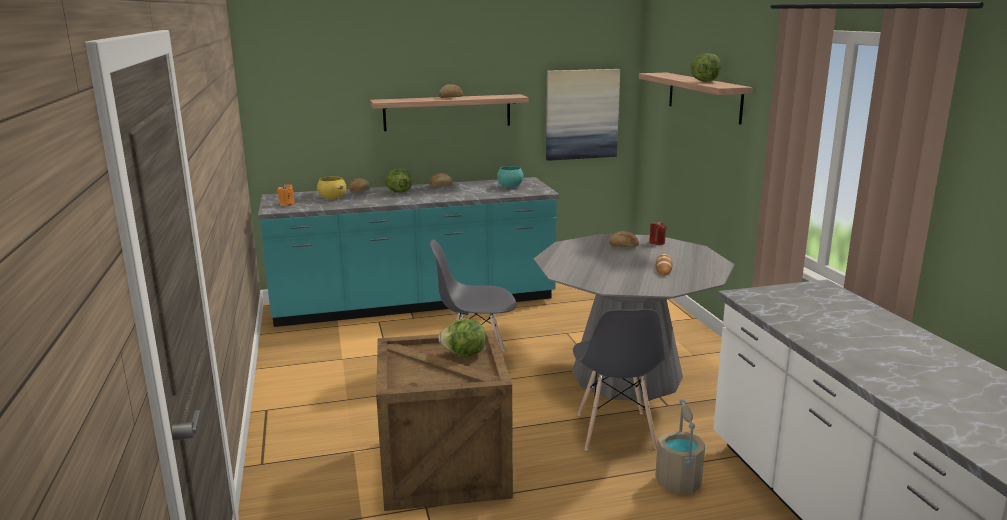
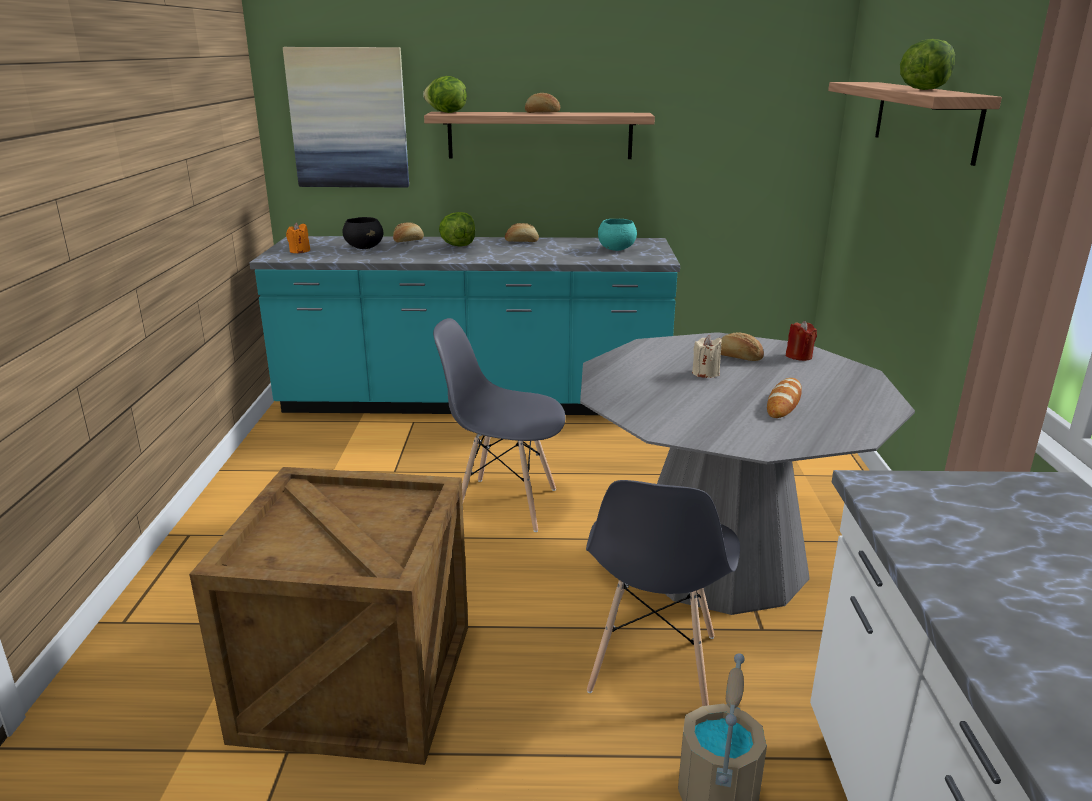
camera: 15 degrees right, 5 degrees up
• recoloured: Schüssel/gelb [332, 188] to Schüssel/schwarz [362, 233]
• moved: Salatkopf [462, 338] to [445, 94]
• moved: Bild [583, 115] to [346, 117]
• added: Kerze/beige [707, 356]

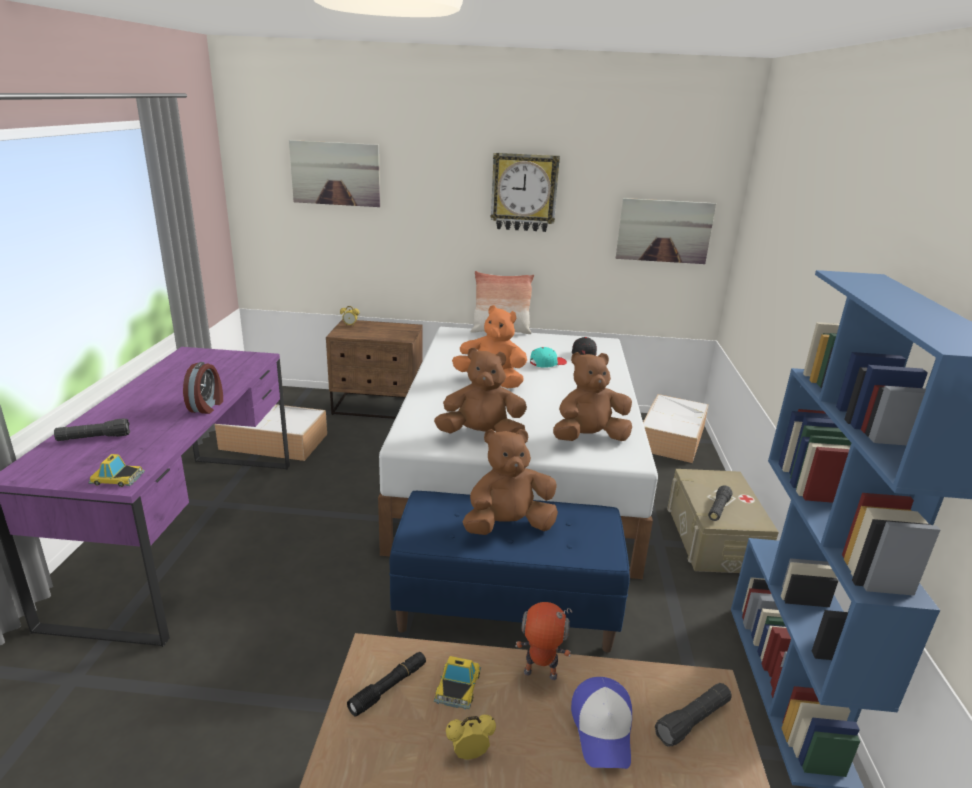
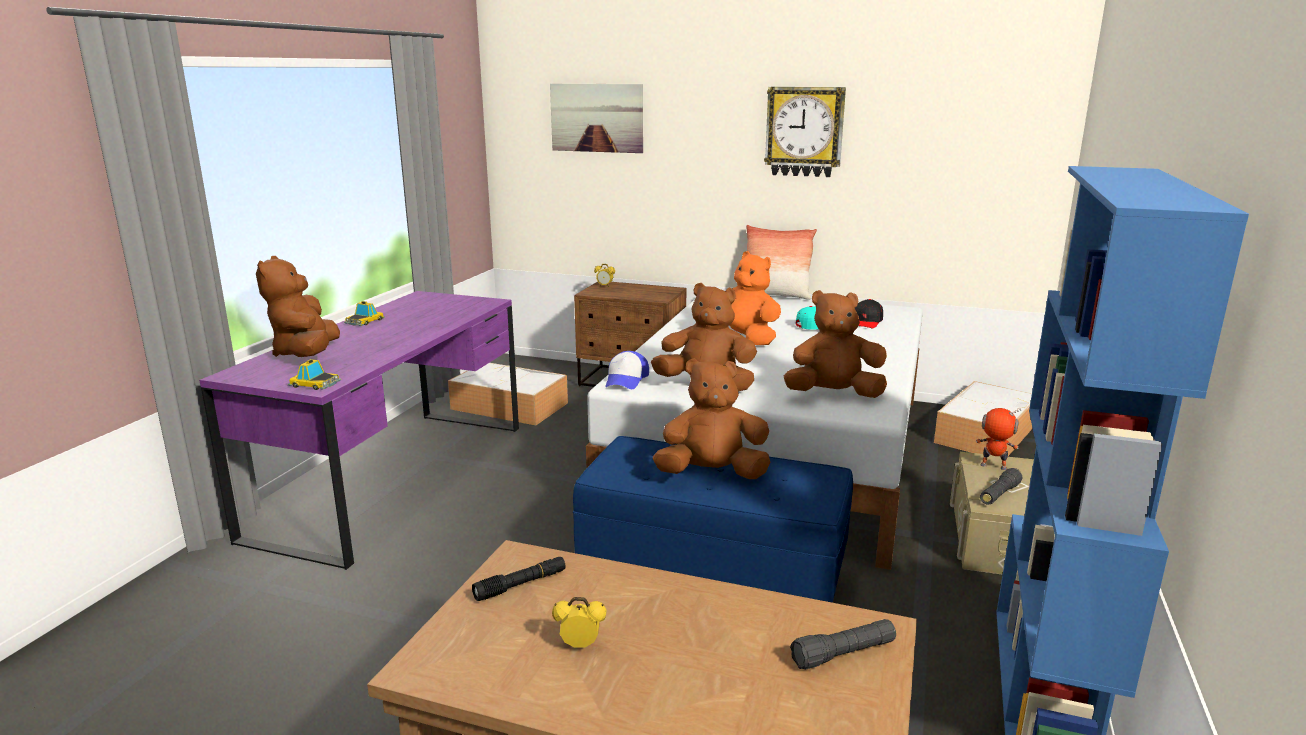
camera: 15 degrees right, 5 degrees down
• replaced: Taschenlampe/schwarz [92, 429] to Plüschtier/braun [298, 306]
• removed: Wecker [203, 388]
• moved: Spielzeugauto [457, 683] to [364, 313]
• moved: Spielzeugroboter [543, 641] to [998, 439]
• moved: Kappe [601, 723] to [627, 370]
• removed: Bild [666, 231]

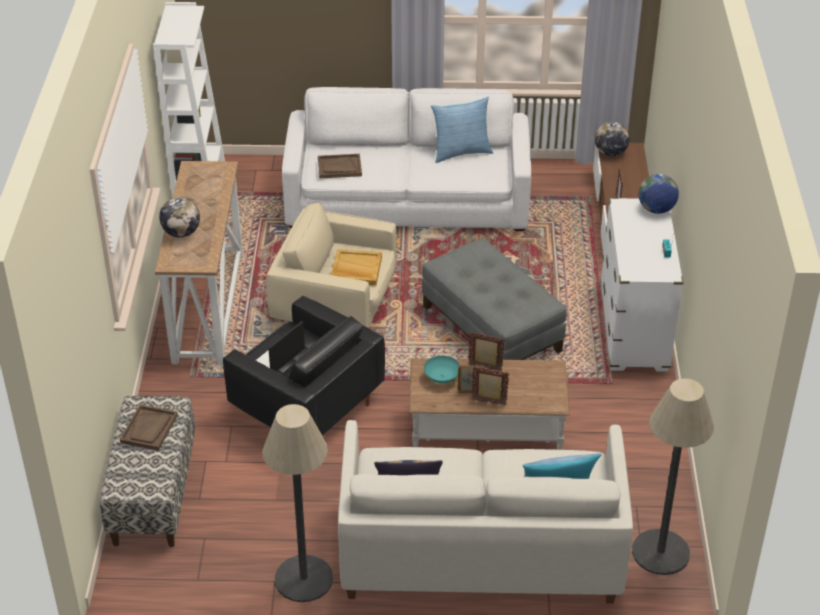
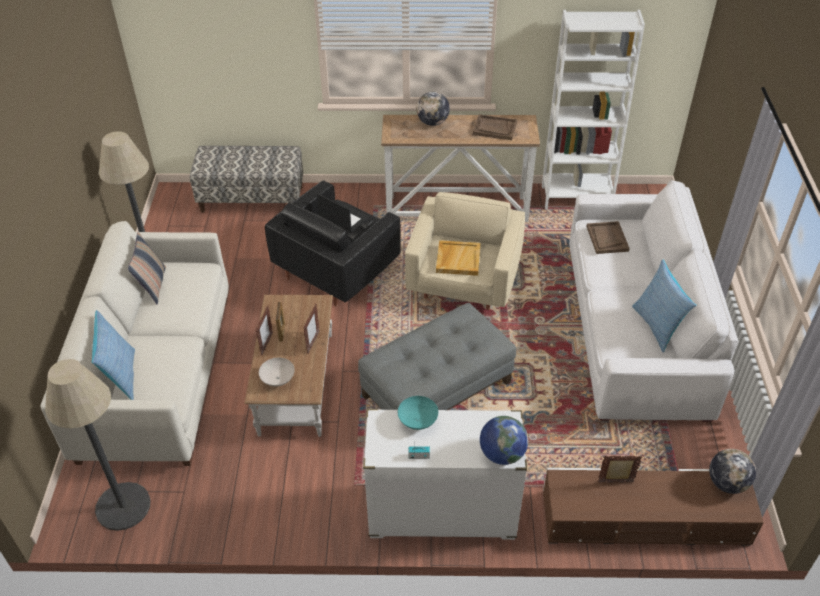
camera: 90 degrees right, 5 degrees up
• moved: Tablett/braun [149, 427] to [495, 127]
• moved: Schüssel/türkis [442, 369] to [418, 413]
• added: Schüssel/weiß [277, 372]

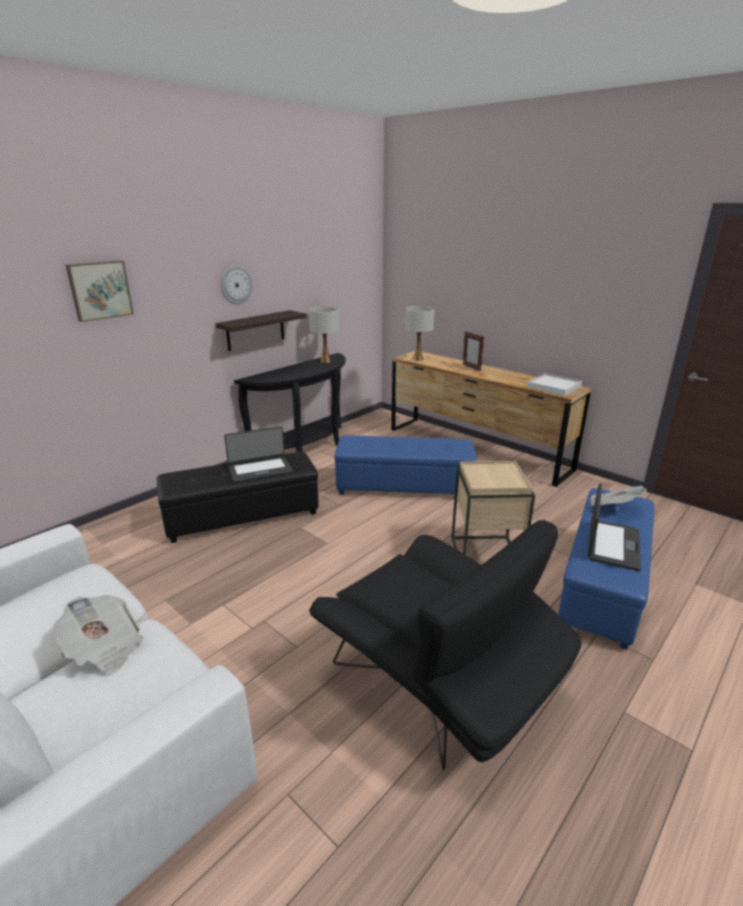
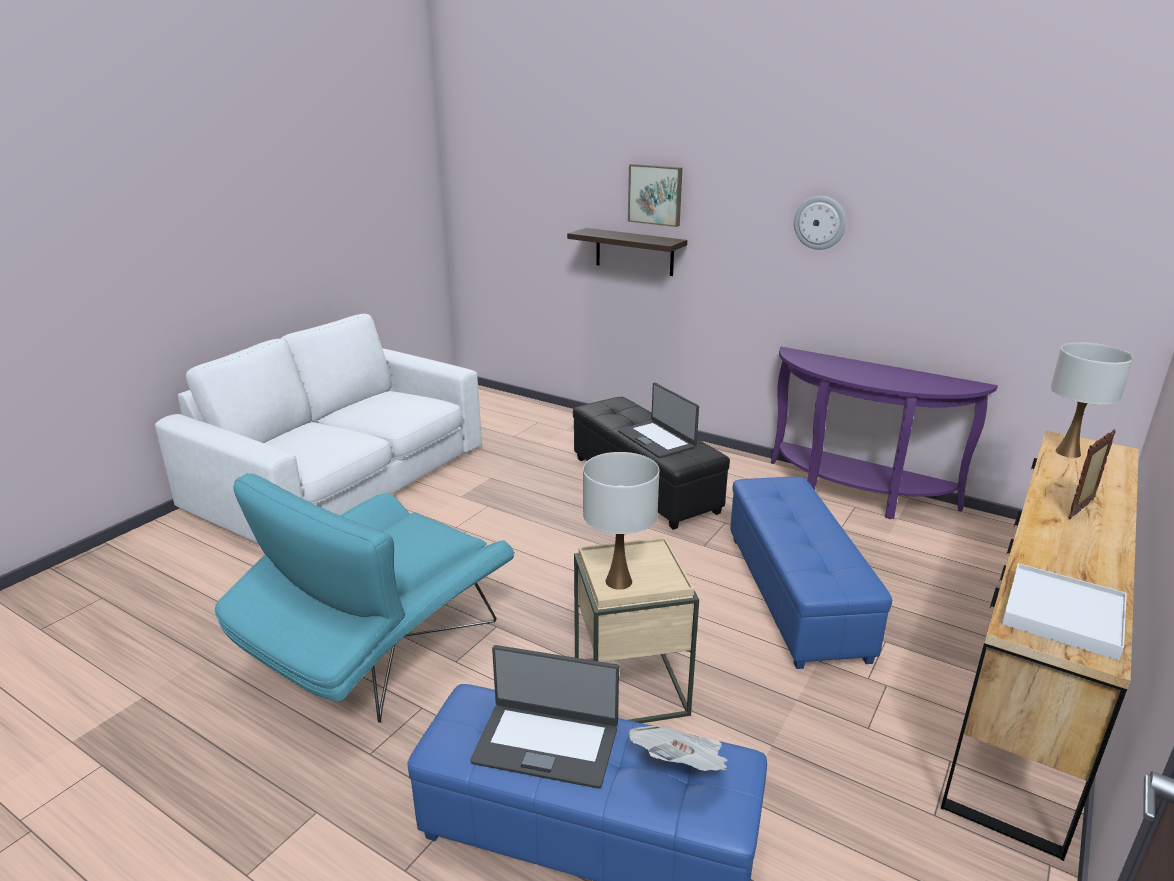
camera: 80 degrees right, 0 degrees up
• removed: Zeitung [98, 634]
• moved: Wandregal [261, 330] to [627, 252]
• recoloured: Konsolentisch/schwarz [290, 402] to Konsolentisch/lila [884, 433]
• moved: Tischlampe/weiß [324, 335] to [621, 521]
• recoloured: Sessel/schwarz [445, 645] to Sessel/türkis [364, 598]

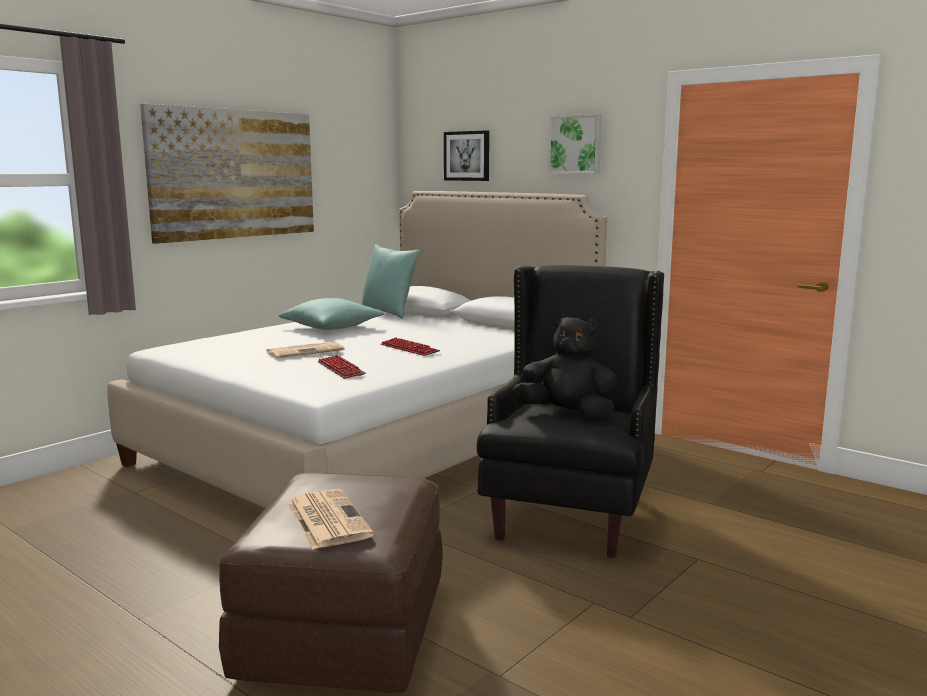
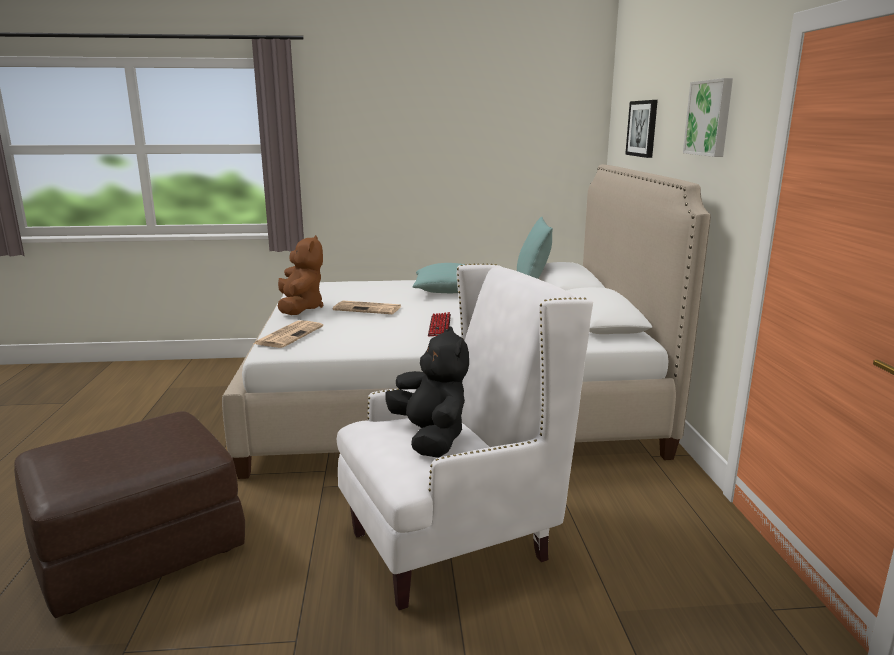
camera: 45 degrees right, 5 degrees up
• removed: Bild [227, 174]
• moved: Zeitung [330, 519] to [288, 334]
• removed: Tastatur [342, 367]
• recoloured: Sessel/schwarz [570, 411] to Sessel/weiß [465, 437]
• added: Plüschtier/braun [300, 275]

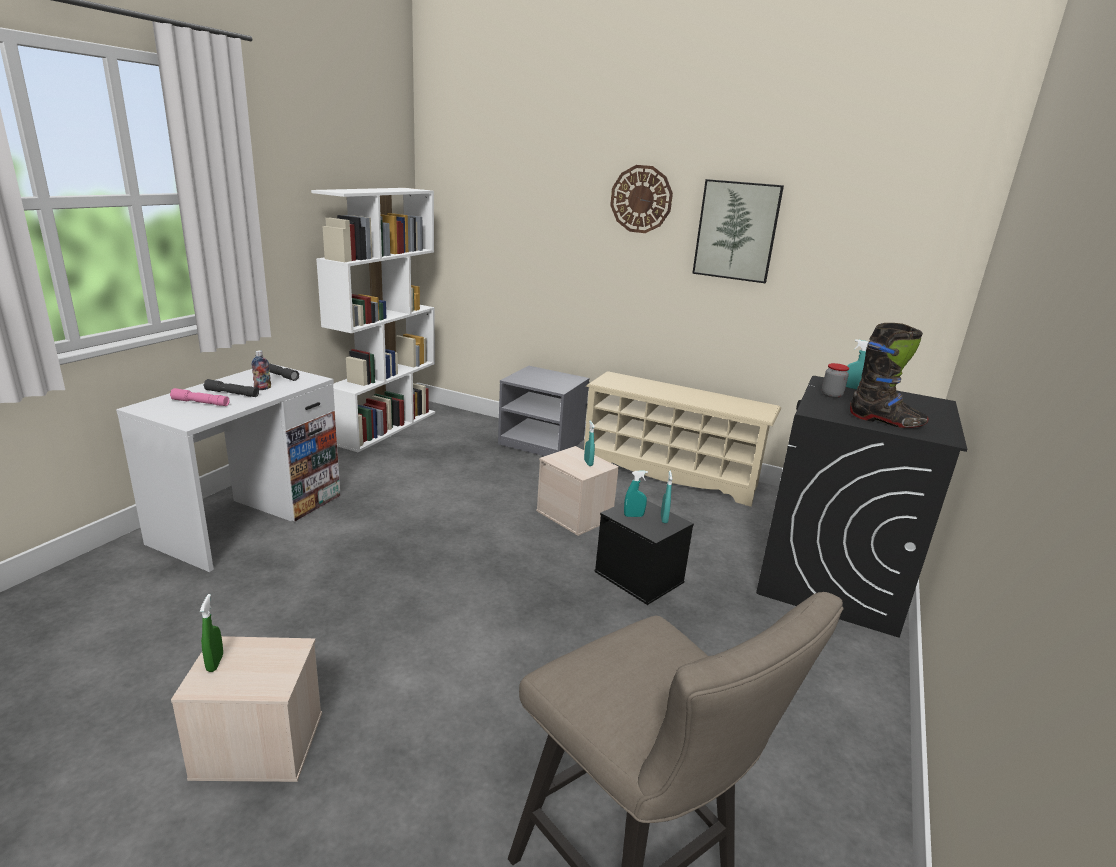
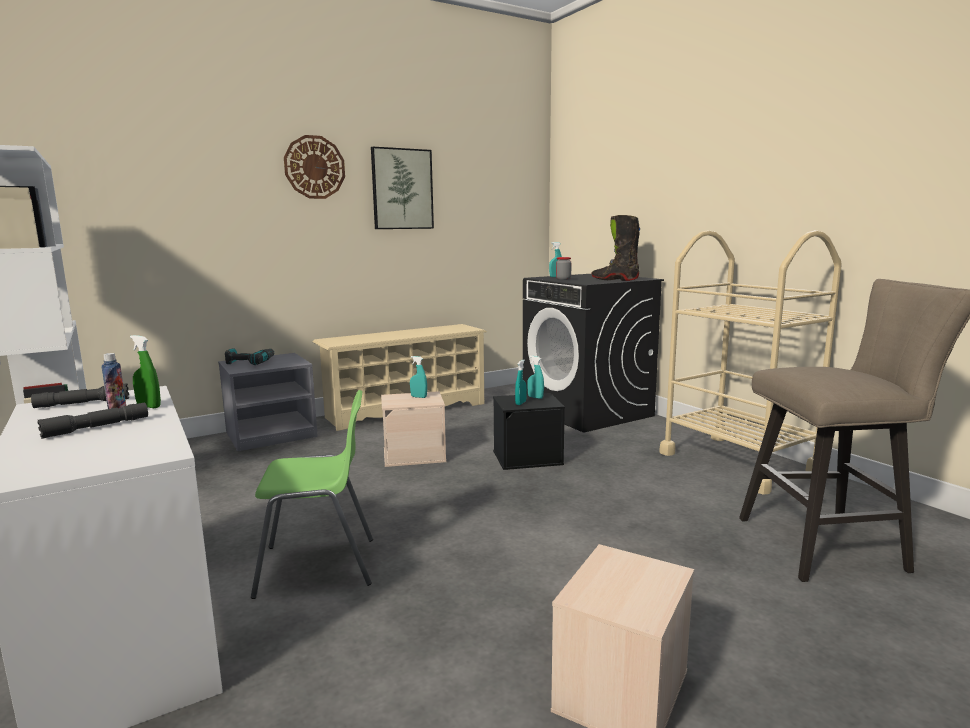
camera: 55 degrees left, 10 degrees down
• removed: Taschenlampe/rosa [200, 397]
• moved: Sprühflasche/grün [211, 633] to [145, 371]
• turned: Stiefel/schwarz [889, 375] = [616, 248] 120 degrees counterclockwise
• added: Bohrmaschine [250, 357]
• added: Stuhl/grün [312, 494]
• added: Rollwagen/beige [750, 362]

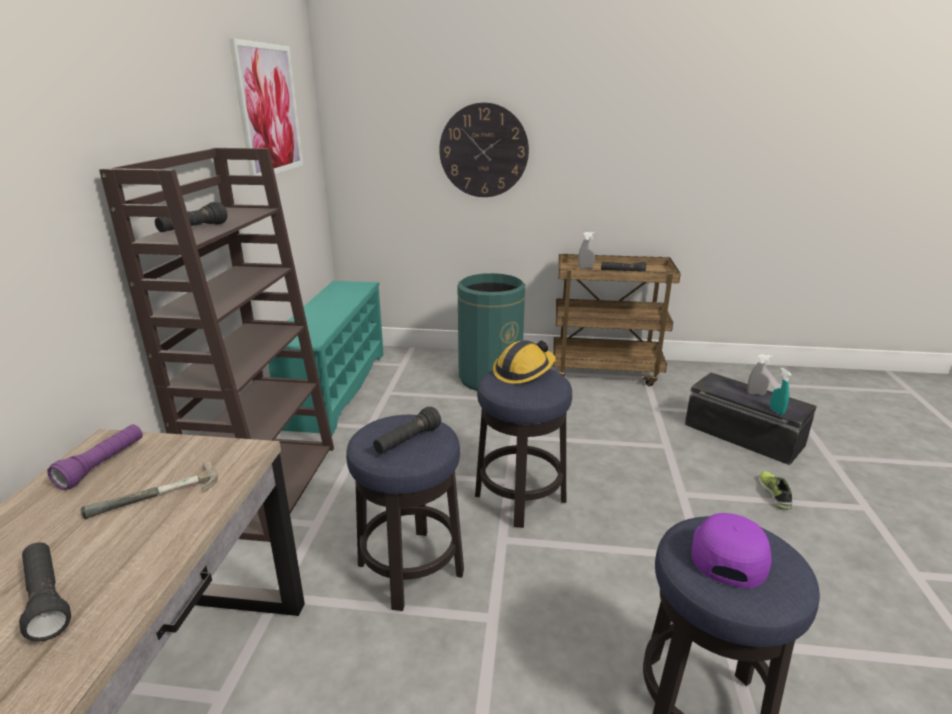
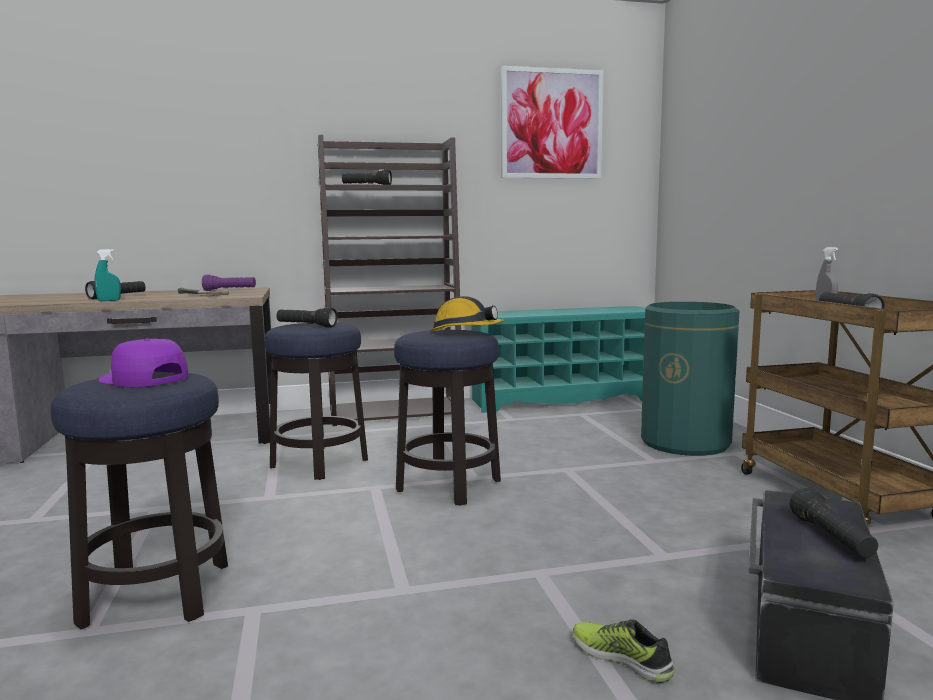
camera: 70 degrees right, 15 degrees down
• removed: Wanduhr [484, 150]
• turned: Kappe/lila [731, 550] = [143, 363] 150 degrees counterclockwise
• replaced: Sprühflasche/grau [760, 374] to Taschenlampe/schwarz [834, 523]
• turned: Schuh [775, 490] = [624, 651] 120 degrees counterclockwise
• moved: Sprühflasche/türkis [781, 391] to [108, 275]

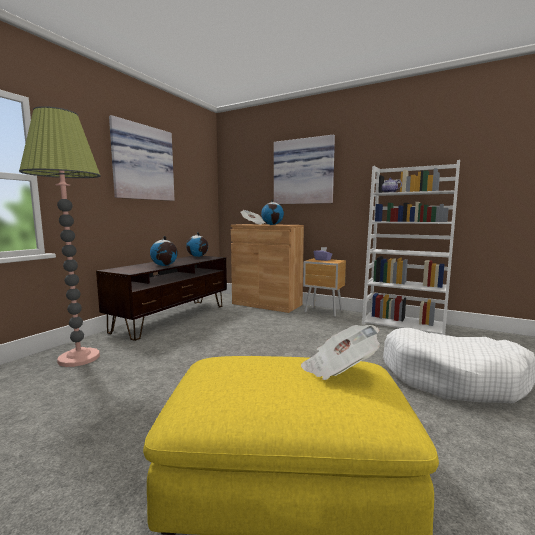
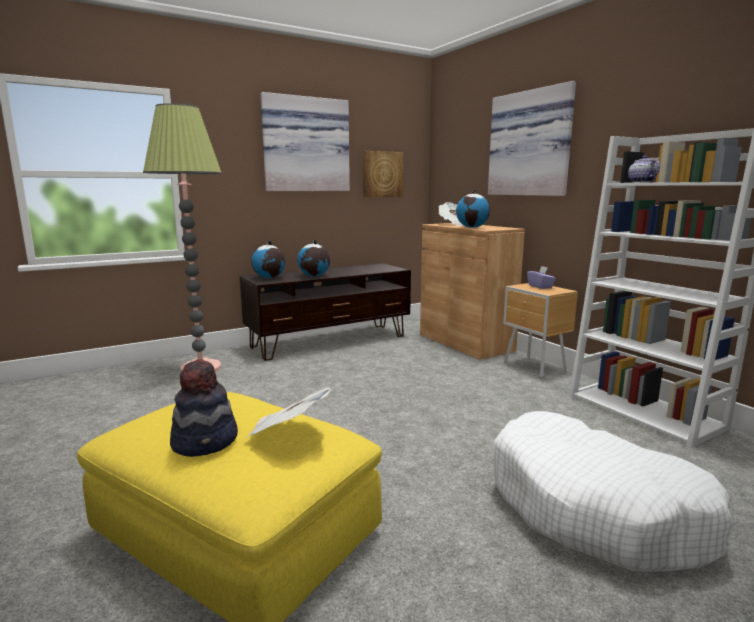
camera: 30 degrees right, 5 degrees up
• moved: Globus [197, 244] to [268, 259]
• added: Hut [204, 408]
• added: Bild [383, 174]

